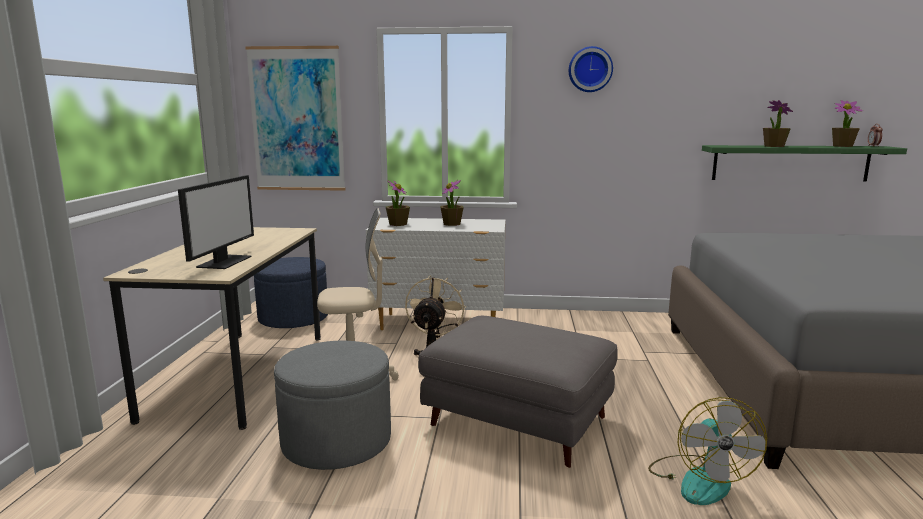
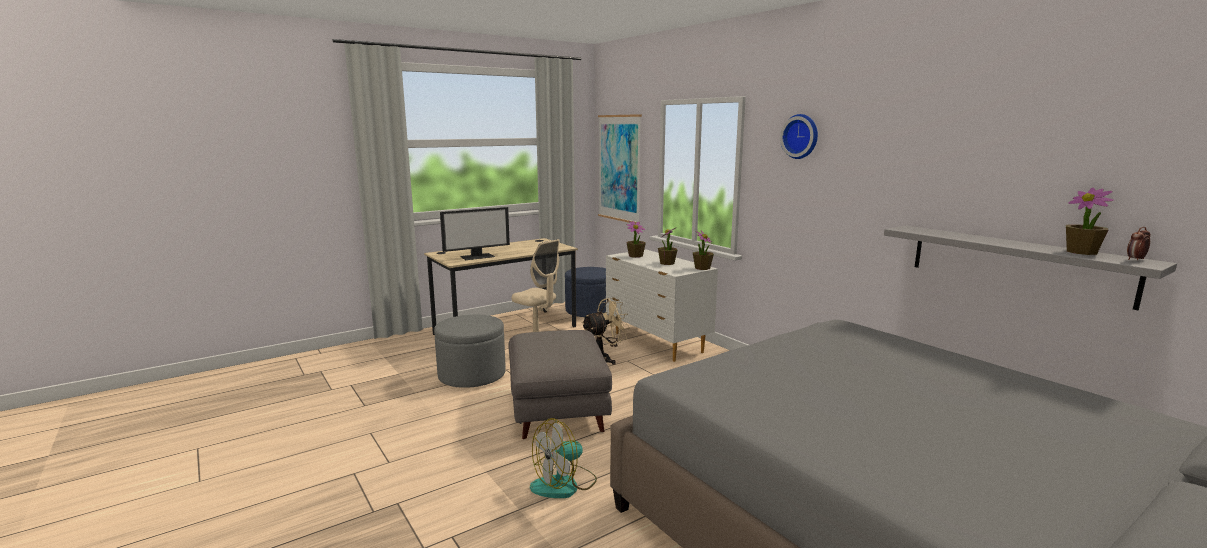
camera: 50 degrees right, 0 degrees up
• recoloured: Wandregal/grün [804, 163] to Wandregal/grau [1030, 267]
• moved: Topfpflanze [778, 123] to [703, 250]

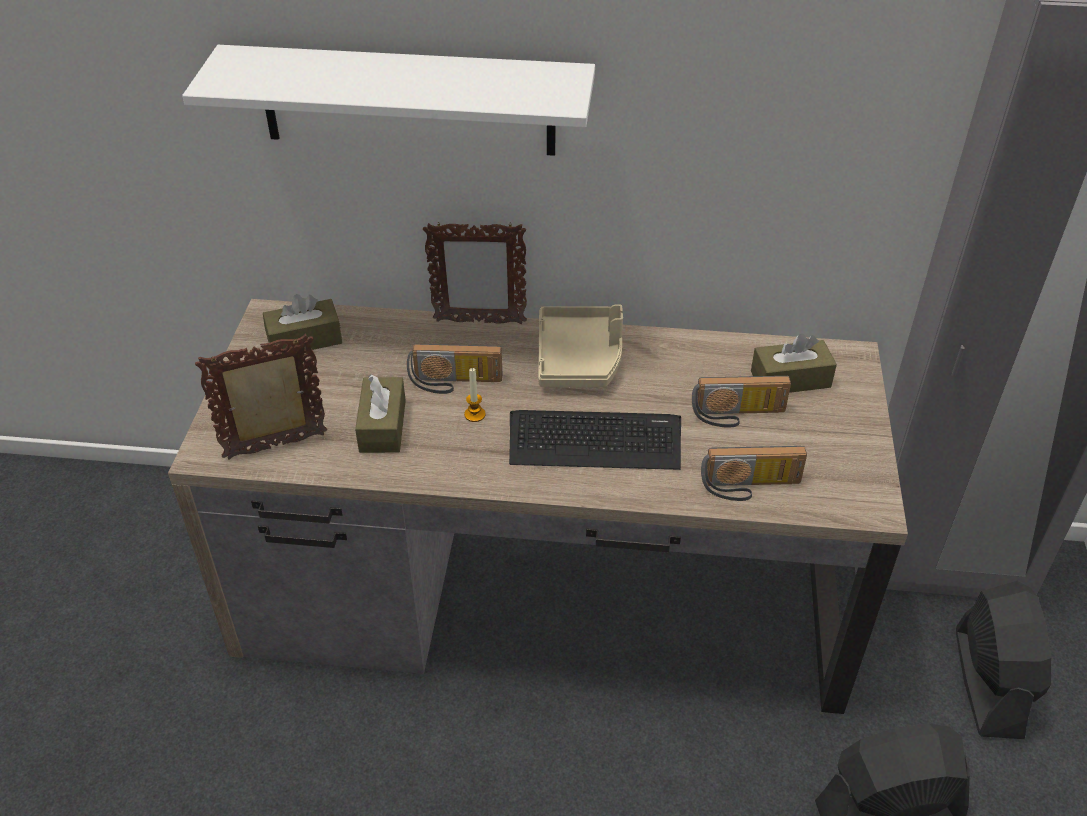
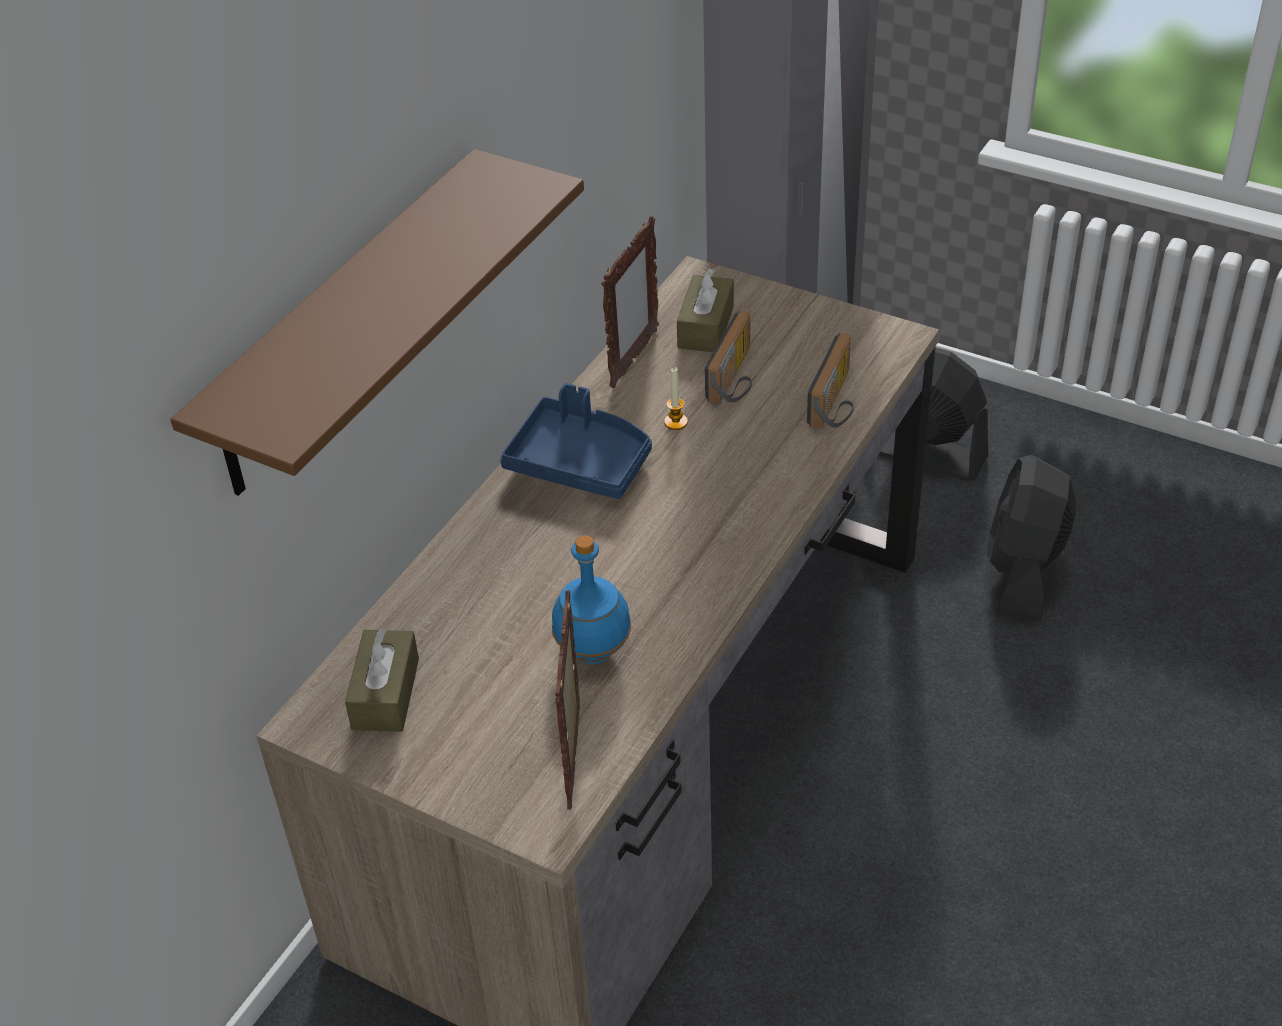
camera: 65 degrees left, 0 degrees up
• recoloured: Wandregal/weiß [388, 100] to Wandregal/braun [377, 322]
• replaced: Taschentuchbox/braun [380, 413] to Flasche/blau [591, 599]
• removed: Radio [454, 369]
• moved: Bilderrahmen [475, 273] to [630, 302]
• moved: Kerze [475, 395] to [676, 398]
• removed: Tastatur [595, 440]
• recoloured: Tablett/beige [580, 345] to Tablett/blau [576, 441]

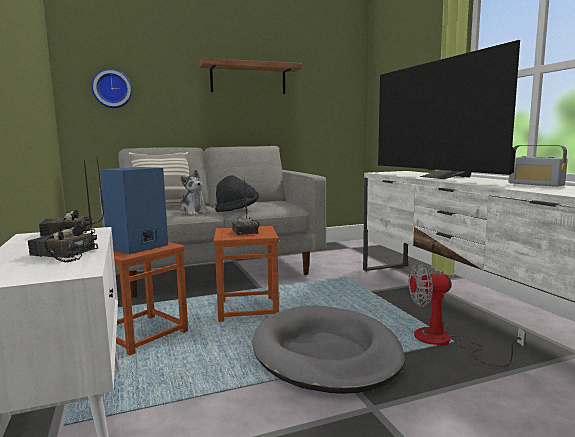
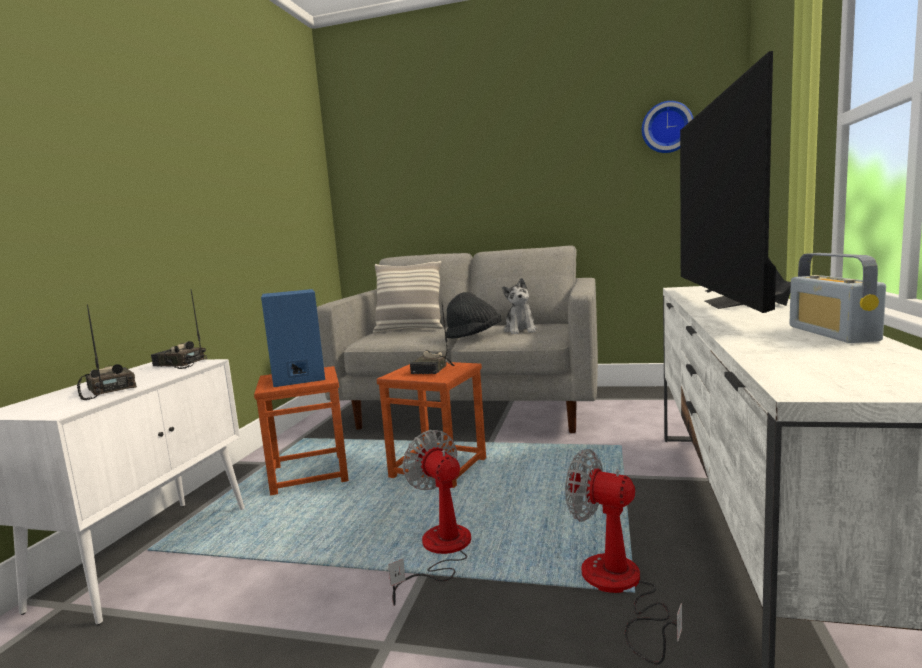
camera: 35 degrees right, 0 degrees up
• moved: Wanduhr [112, 88] to [667, 127]
• moved: Plüschtier [194, 193] to [519, 306]
• removed: Wandregal [250, 76]
• replaced: Hundebett/grau [328, 349] to Ventilator [429, 518]

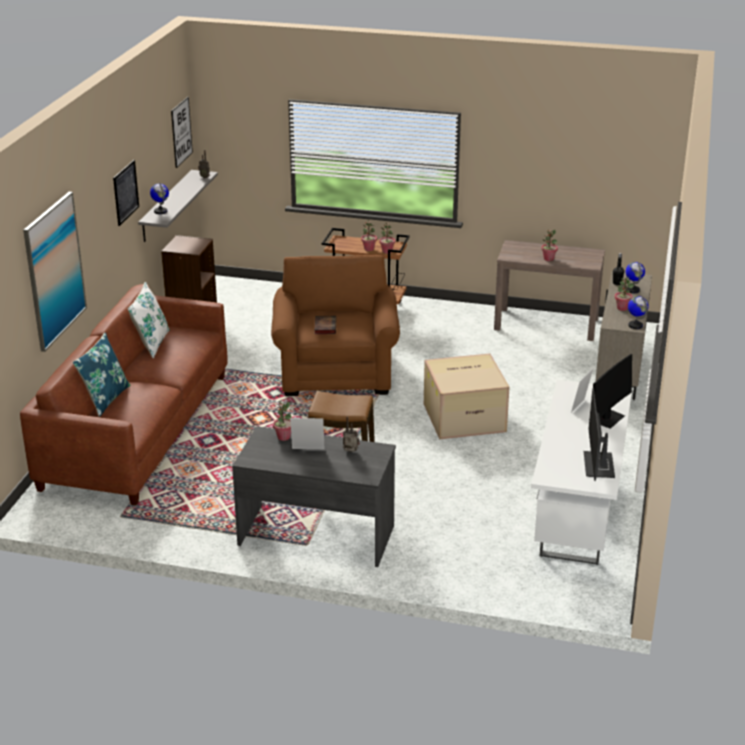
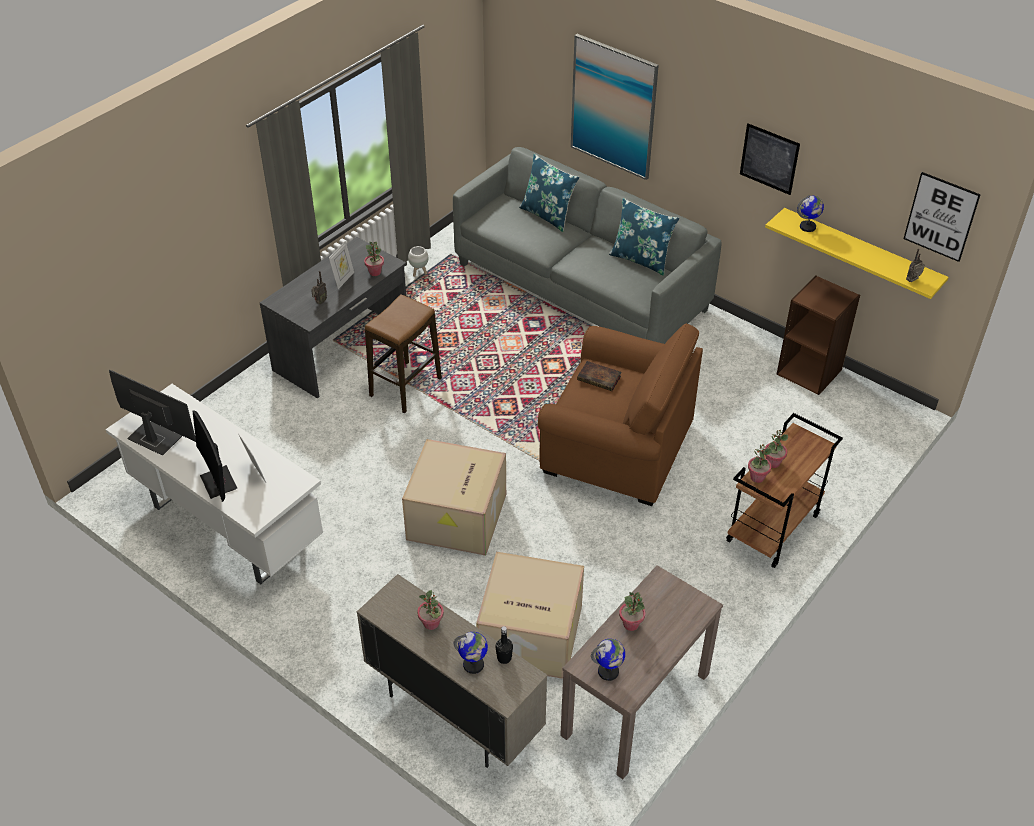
camera: 115 degrees right, 15 degrees up
• recoloured: Sofa/braun [124, 394] to Sofa/grau [587, 245]
• recoloured: Kissen/weiß [149, 320] to Kissen/blau [644, 237]
• recoloured: Wandregal/grau [178, 206] to Wandregal/gelb [857, 253]
• moved: Globus [638, 312] to [608, 660]
• added: Pflanzkübel/weiß [418, 261]
• added: Karton [530, 615]

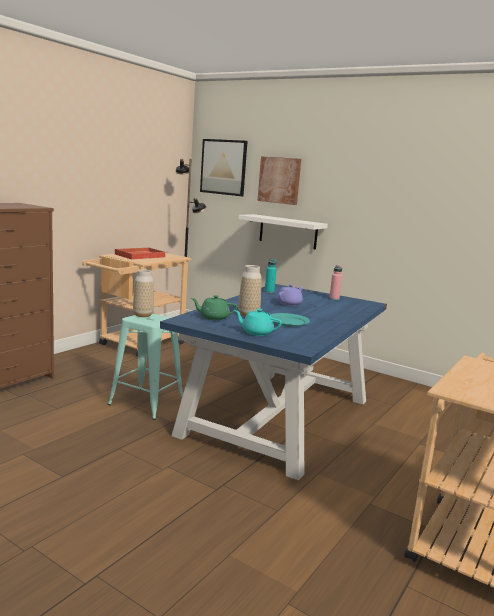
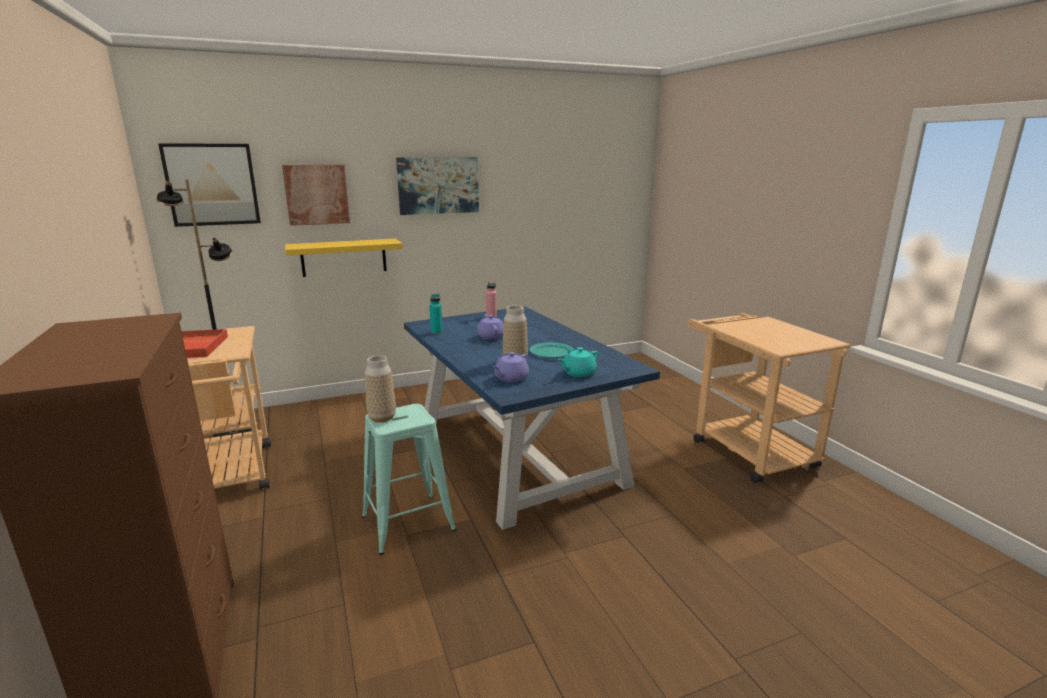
camera: 55 degrees left, 5 degrees up
• recoloured: Teekanne/grün [214, 307] to Teekanne/lila [511, 367]
• recoloured: Wandregal/weiß [283, 232] to Wandregal/gelb [344, 257]
• added: Bild [437, 186]

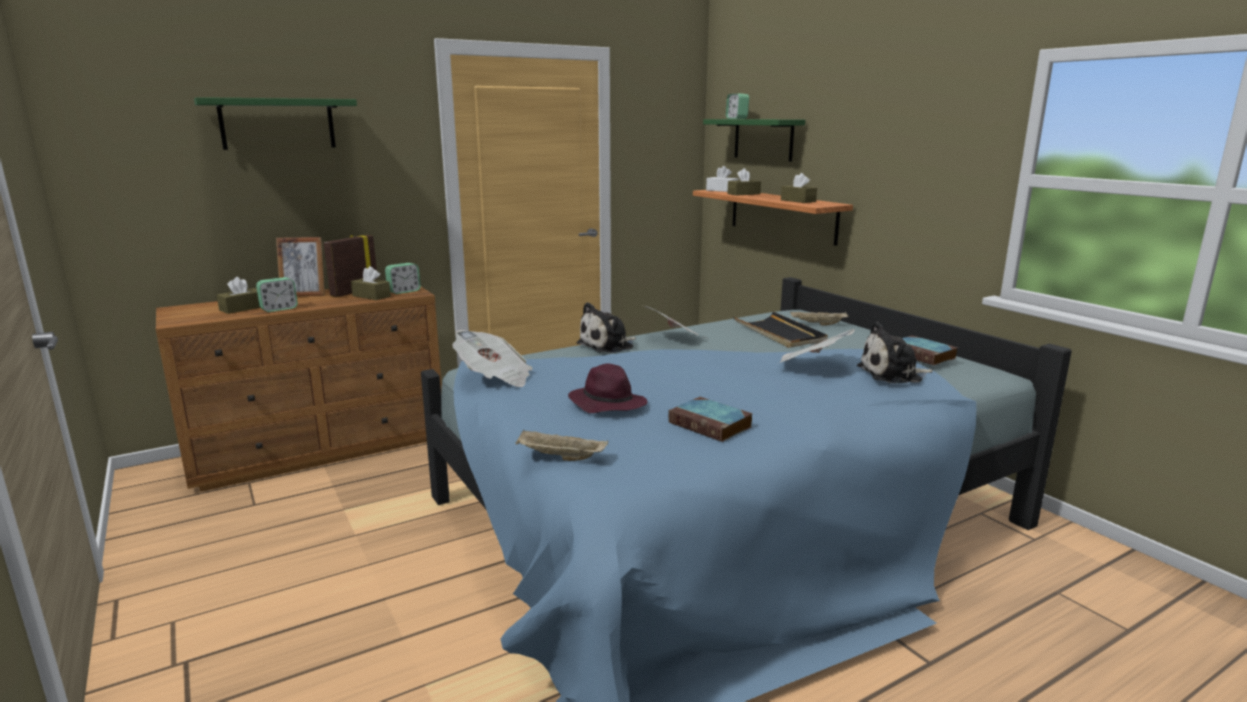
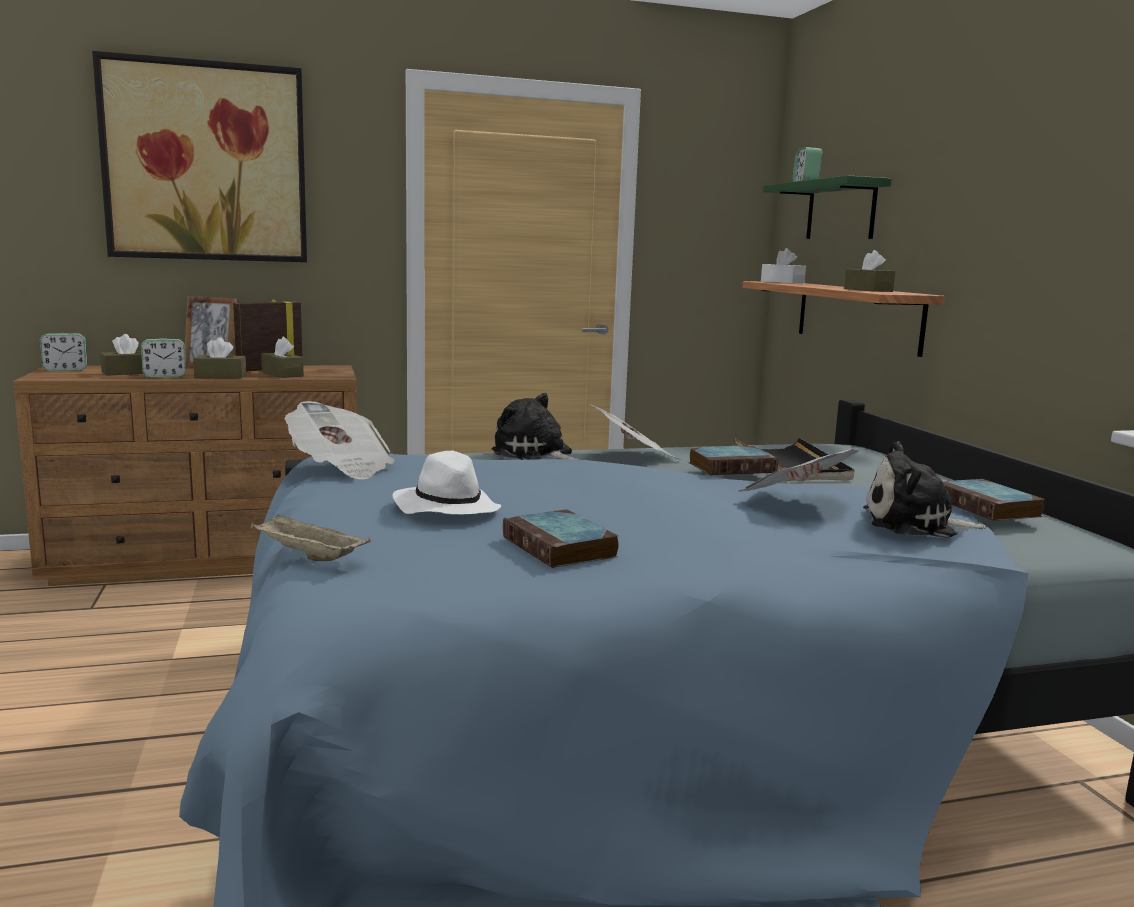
camera: 15 degrees right, 5 degrees down
• replaced: Wandregal/grün [275, 123] to Bild [199, 156]
• moved: Wecker [403, 278] to [63, 352]
• recoloured: Hut/lila [608, 388] to Hut/weiß [447, 483]
• turned: Plüschtier [606, 327] = [535, 426] 60 degrees clockwise
• moved: Taschentuchbox/braun [744, 182] to [219, 358]
• removed: Tablett/beige [819, 319]
• added: Buch [733, 460]

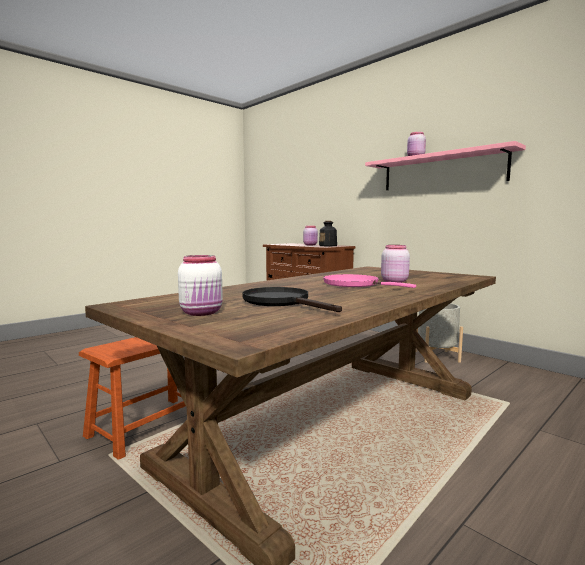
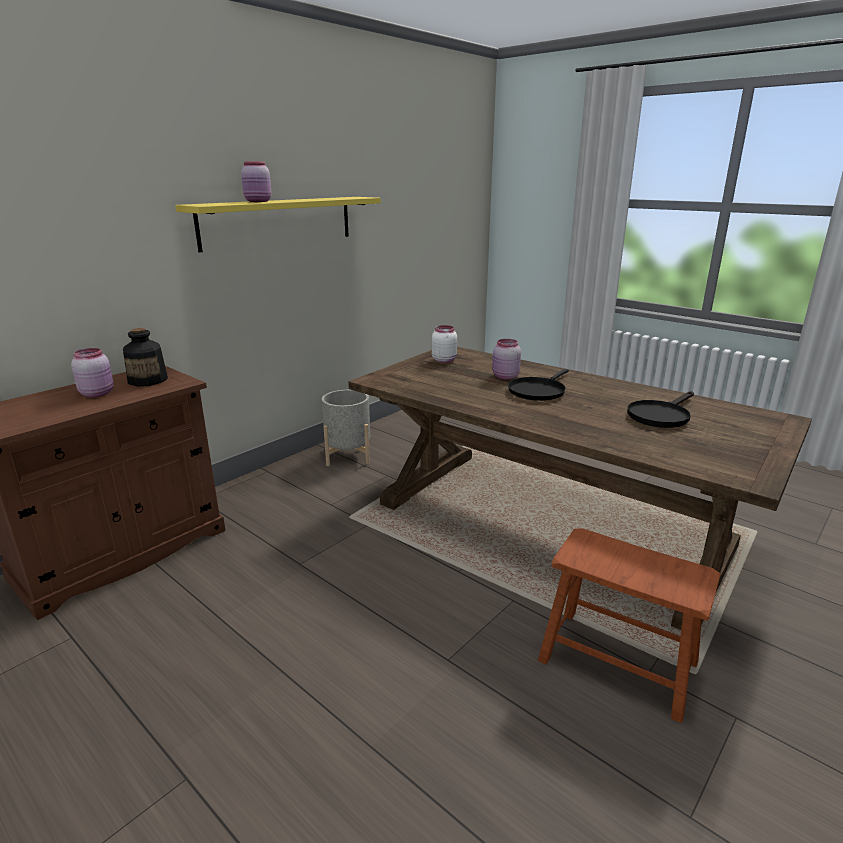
camera: 95 degrees left, 15 degrees up
• moved: Vorratsglas/weiß [200, 285] to [444, 344]
• recoloured: Pfanne/rosa [369, 281] to Pfanne/schwarz [538, 385]
• recoloured: Wandregal/rosa [445, 165] to Wandregal/gelb [278, 225]

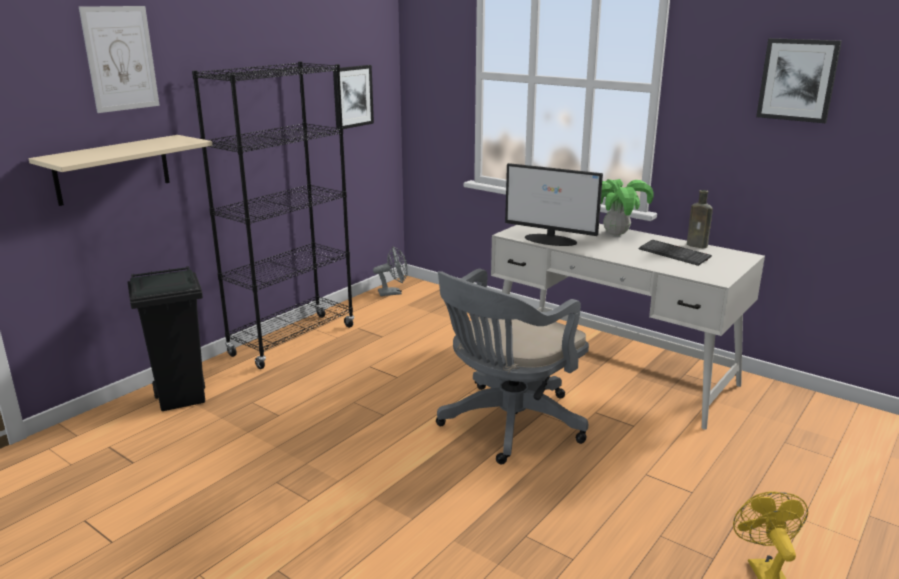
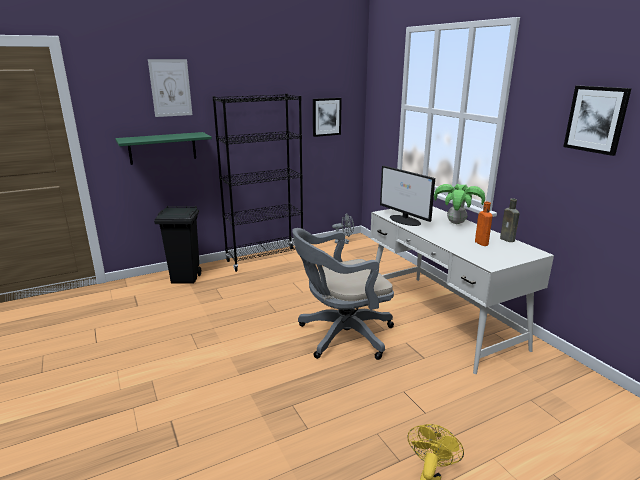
camera: 25 degrees right, 0 degrees up
• recoloured: Wandregal/beige [120, 170] to Wandregal/grün [163, 148]
• replaced: Tastatur [675, 253] to Flasche/orange [484, 224]

